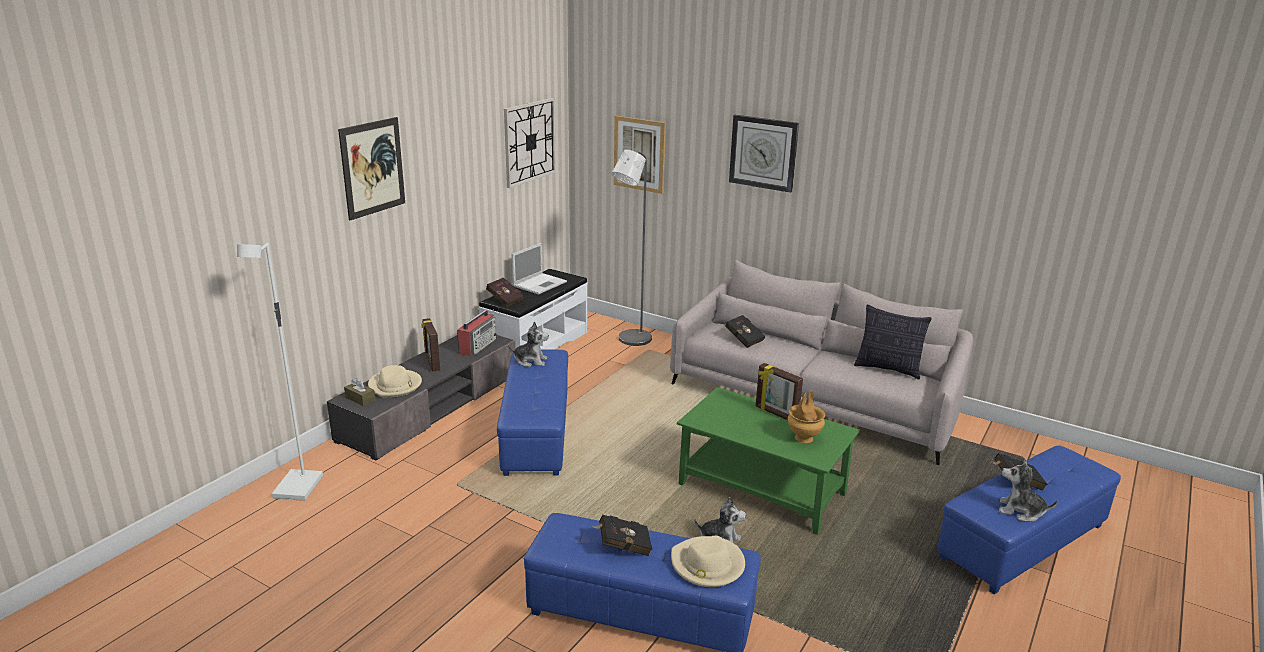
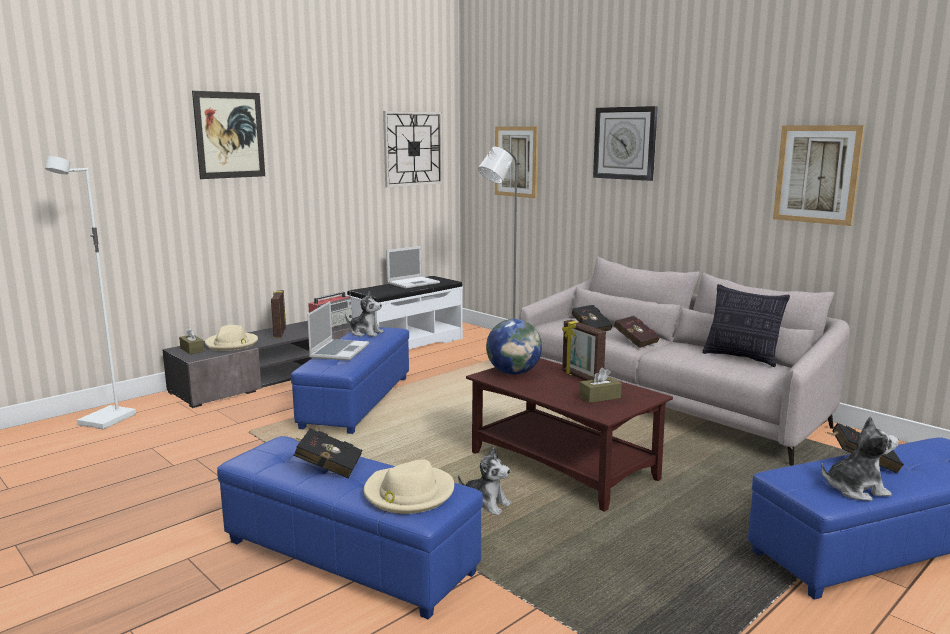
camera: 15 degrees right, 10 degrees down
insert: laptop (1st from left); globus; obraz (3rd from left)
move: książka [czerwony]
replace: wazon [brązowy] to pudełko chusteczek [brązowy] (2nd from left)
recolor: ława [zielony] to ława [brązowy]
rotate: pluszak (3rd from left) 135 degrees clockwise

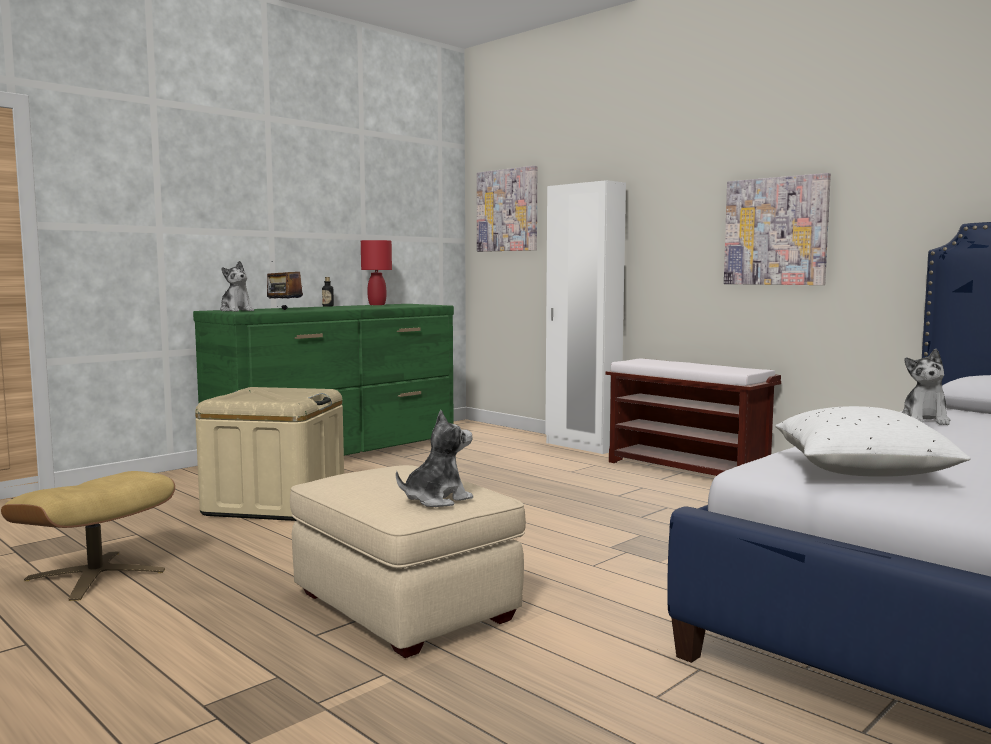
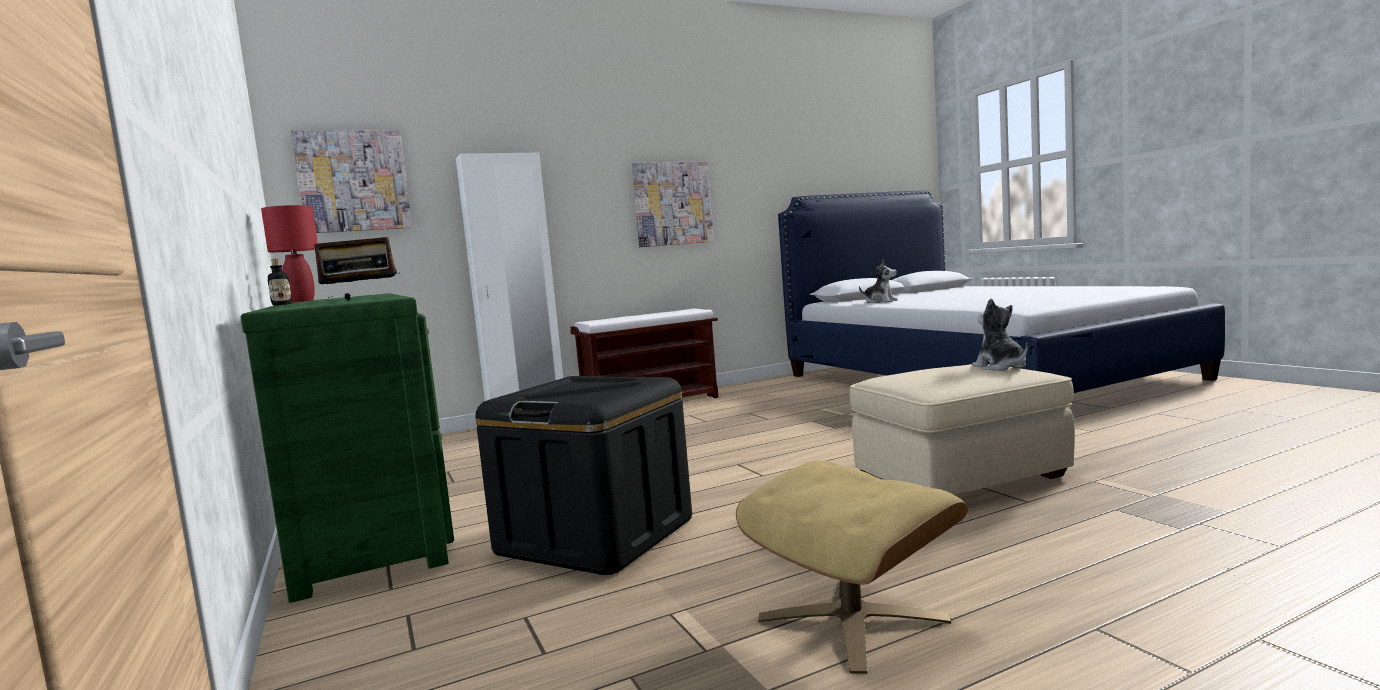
camera: 70 degrees left, 0 degrees up
delete: pluszak (1st from left); poduszka [biały]
recolor: pojemnik do przechowywania [beżowy] to pojemnik do przechowywania [czarny]

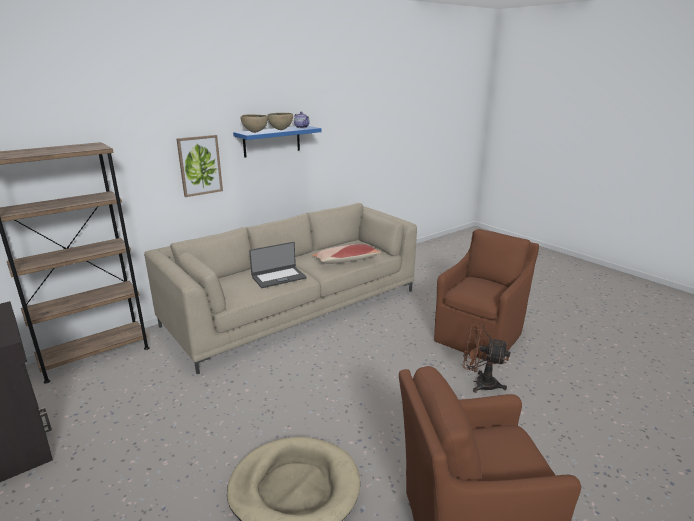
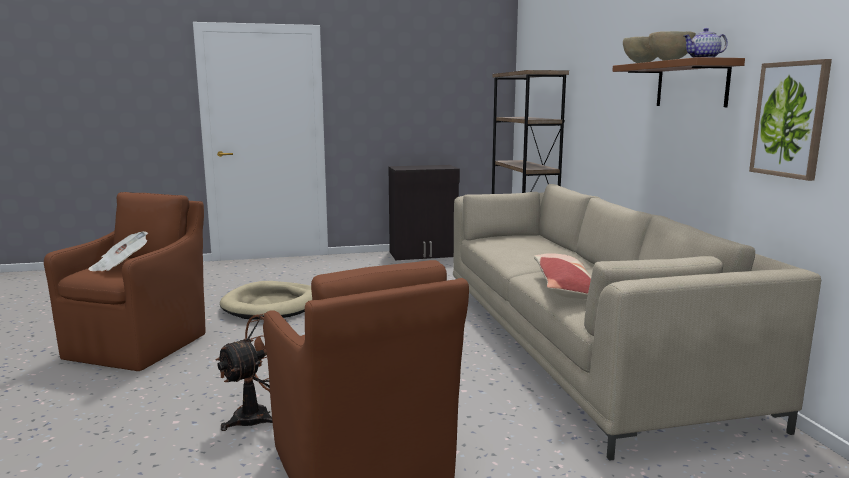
camera: 115 degrees right, 10 degrees down
delete: laptop
insert: gazeta
move: obraz
recolor: półka [niebieski] to półka [brązowy]

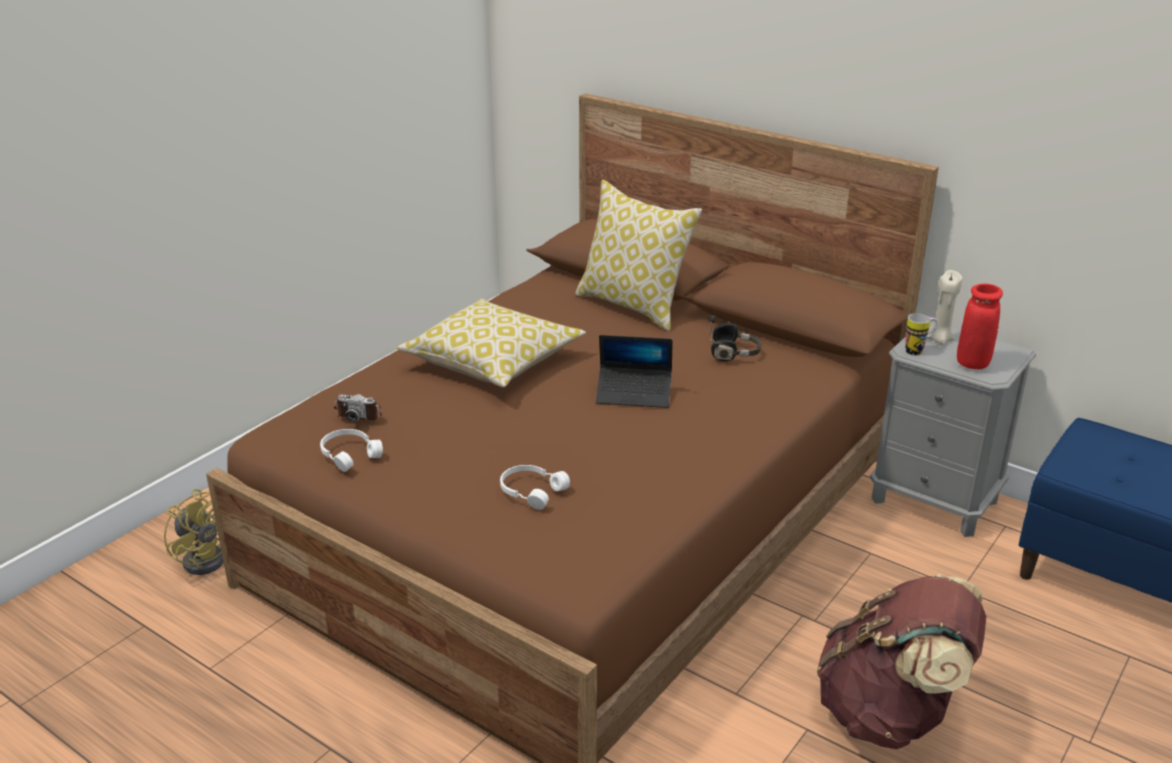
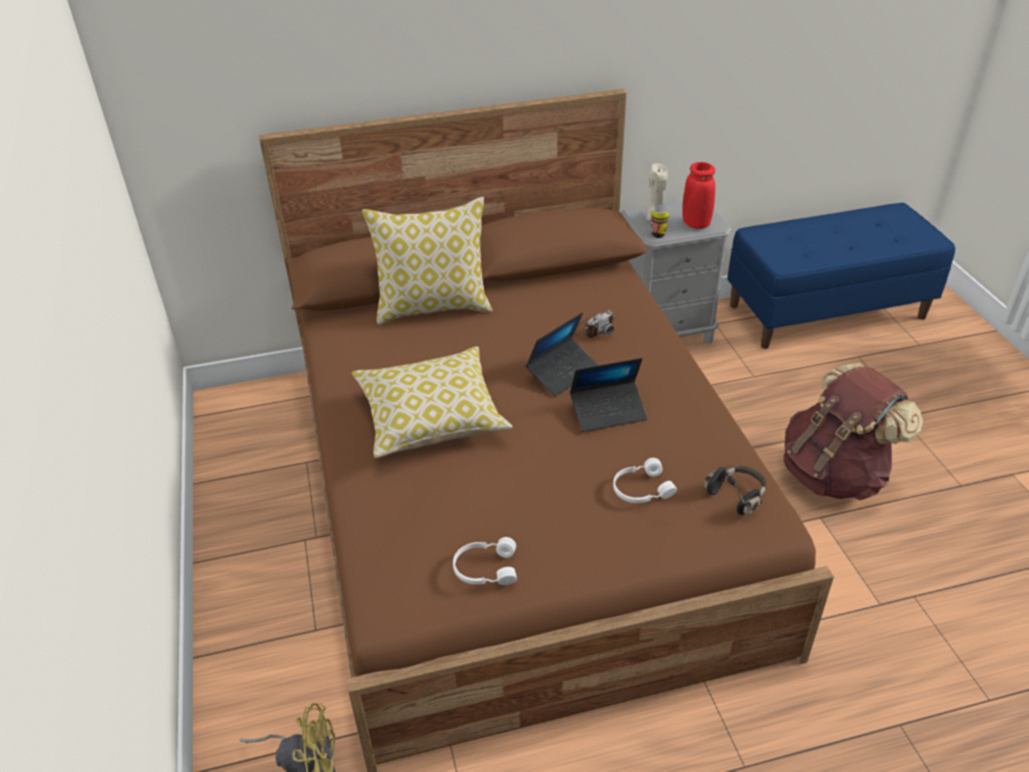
camera: 50 degrees left, 10 degrees up
insert: laptop (2nd from left)
move: aparat fotograficzny; słuchawki [czarny]

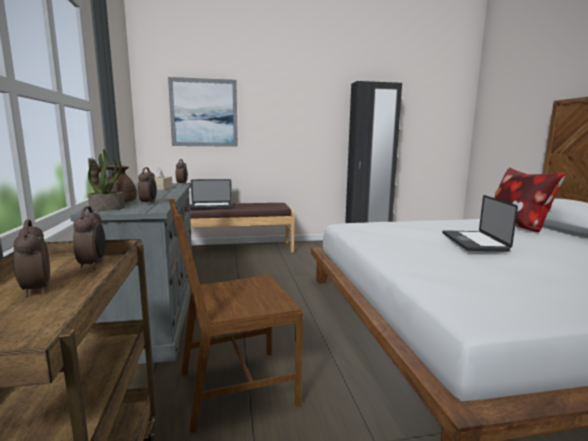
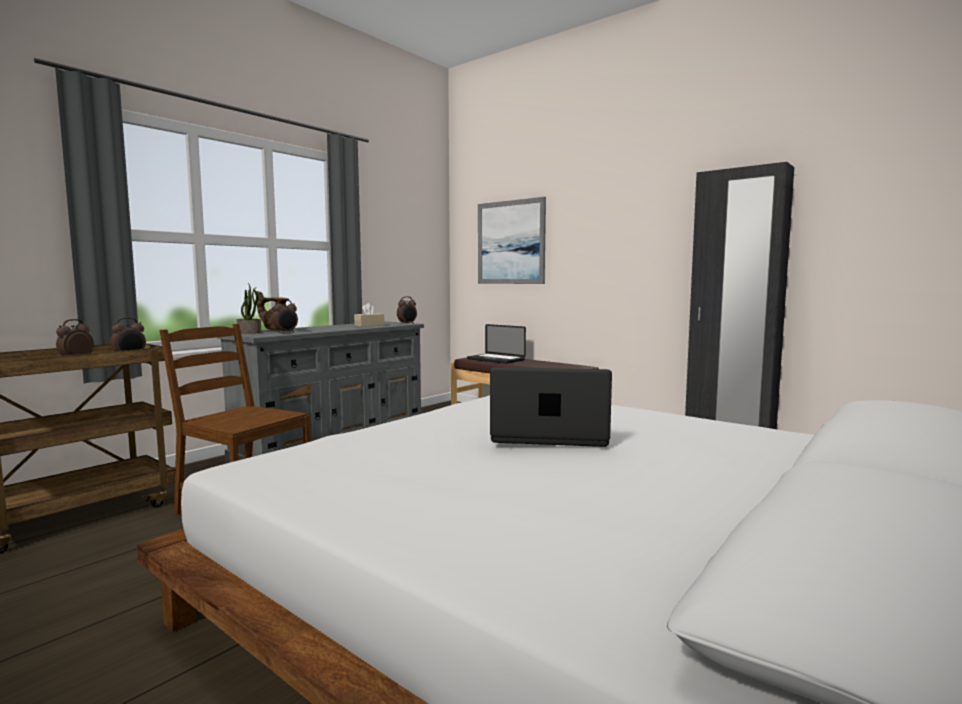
camera: 50 degrees right, 5 degrees down
delete: poduszka
rotate: laptop (2nd from left) 45 degrees clockwise

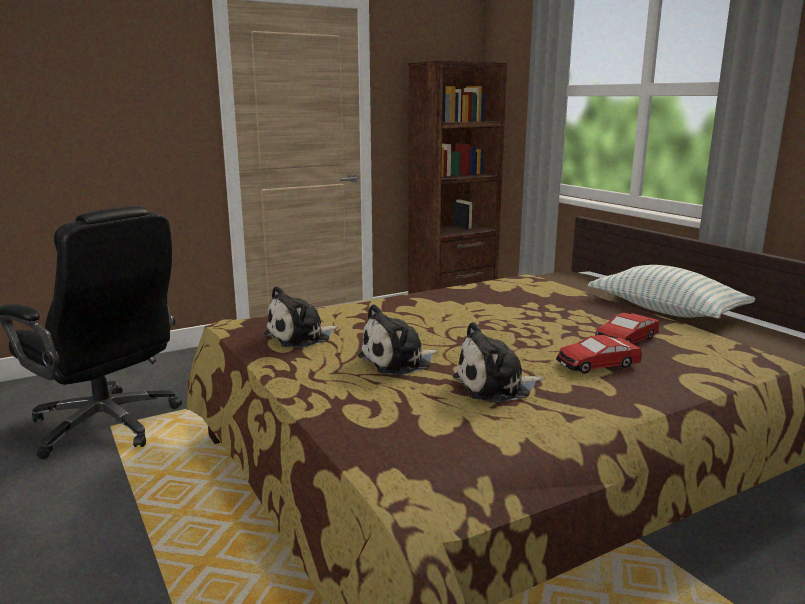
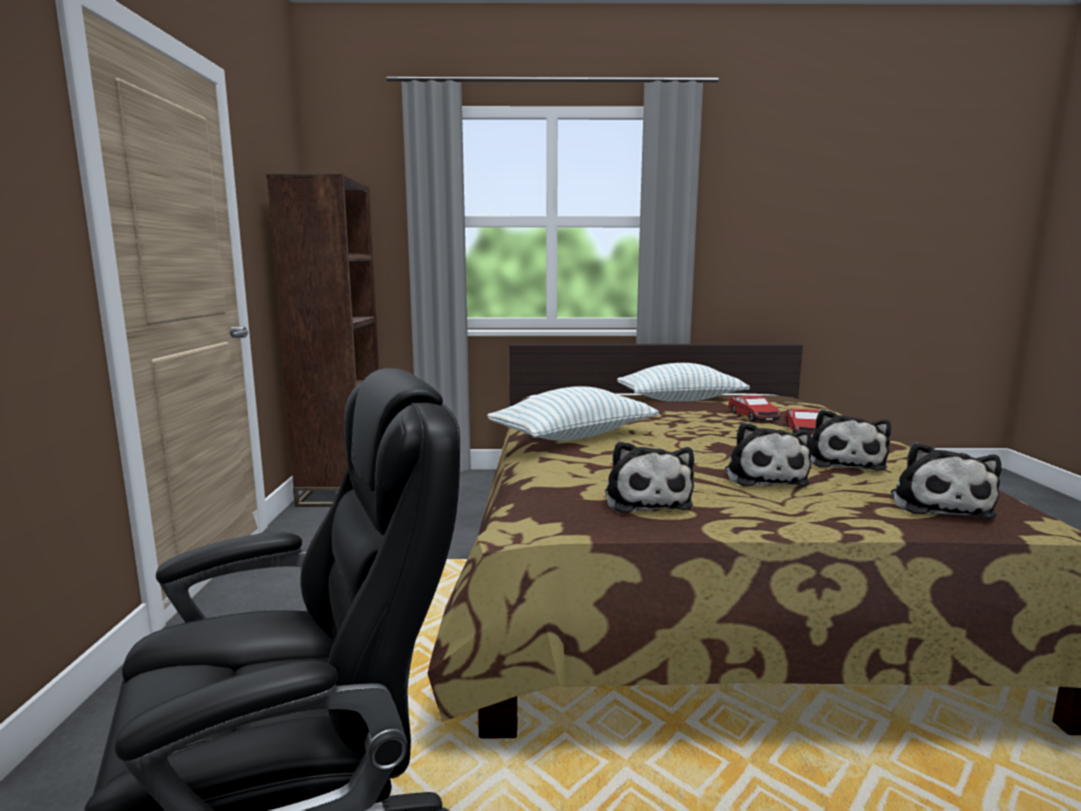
camera: 60 degrees left, 5 degrees down
insert: poduszka (1st from left); pluszak (4th from left)

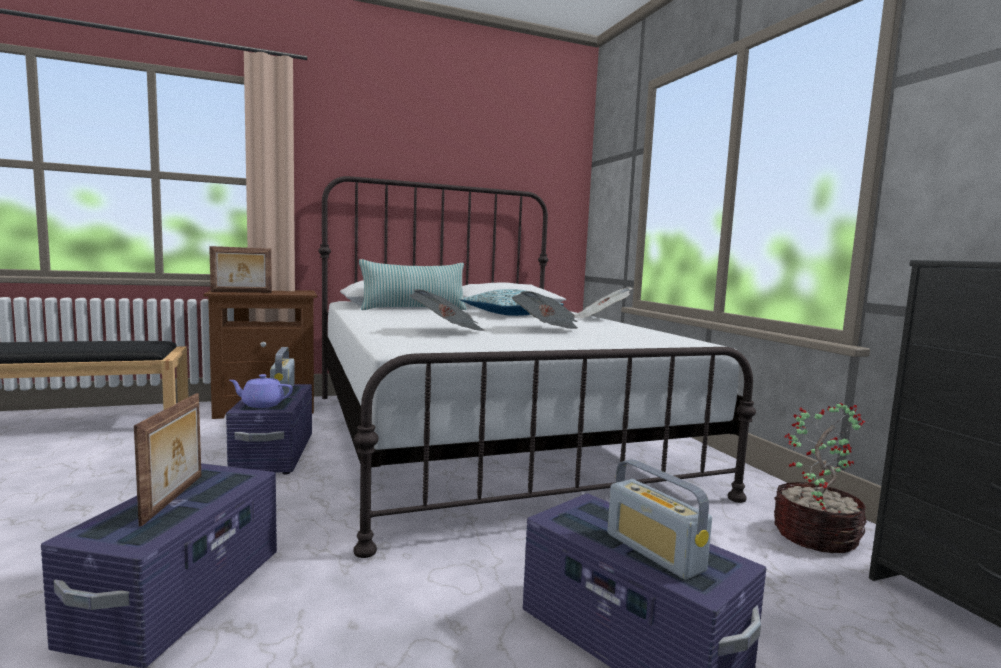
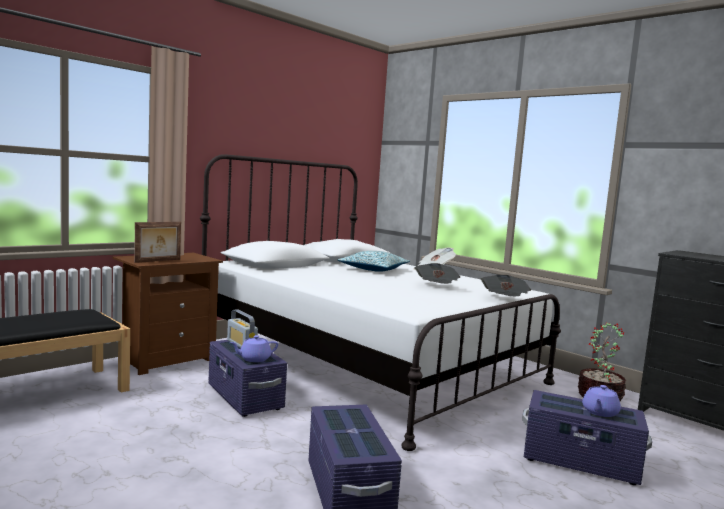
camera: 25 degrees left, 0 degrees up
delete: ramka na zdjęcie (1st from left); poduszka (1st from left)
move: gazeta (1st from left in the first image) to gazeta (3rd from left)
replace: radio (2nd from left) to imbryk [fioletowy] (2nd from left)

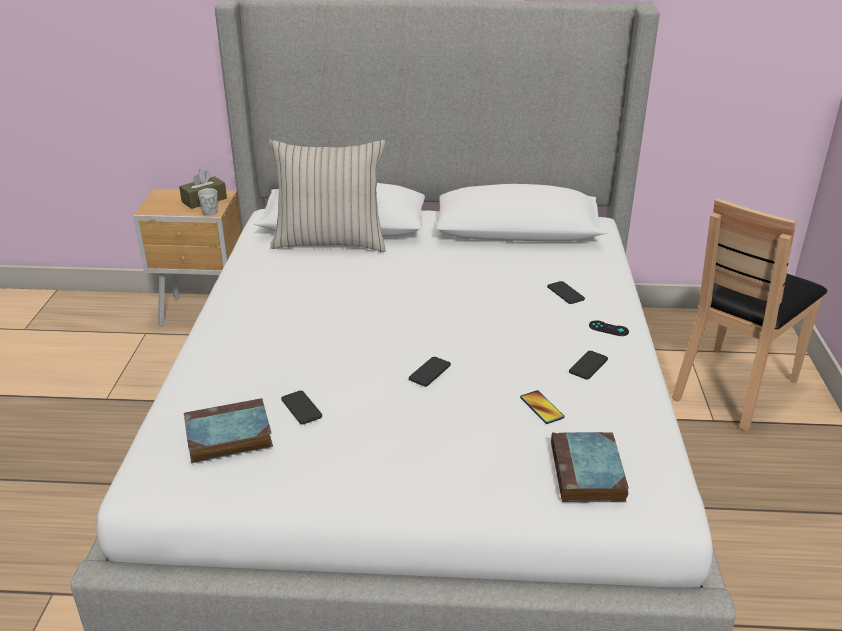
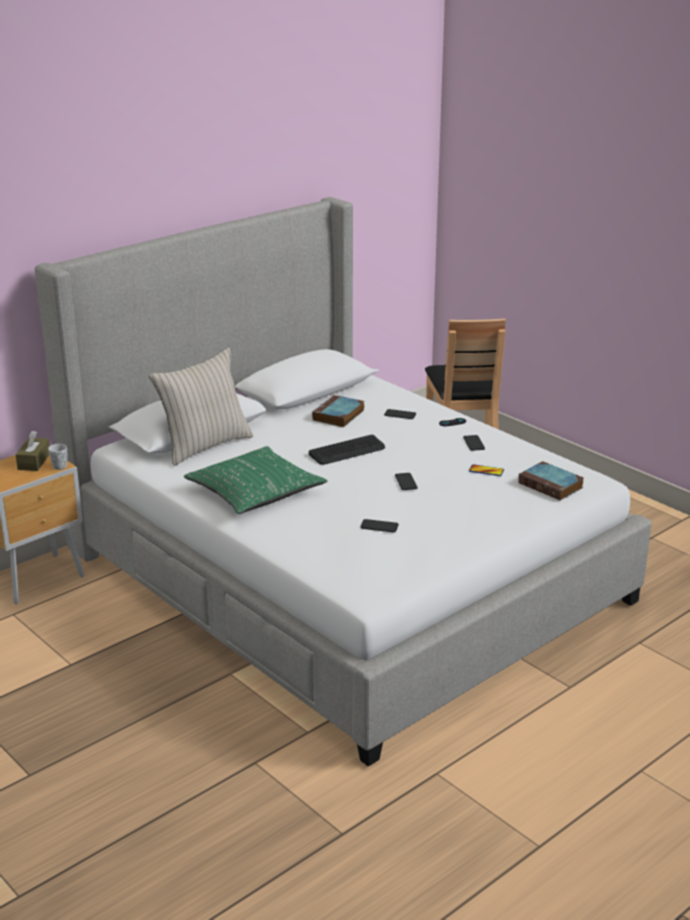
camera: 45 degrees left, 5 degrees down
insert: poduszka [zielony]; klawiatura
move: książka (1st from left)

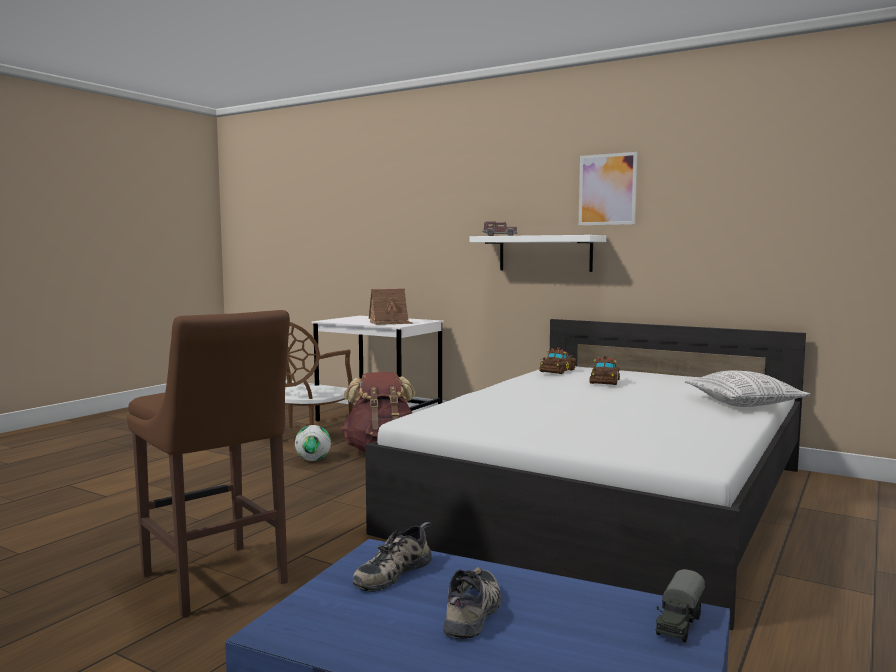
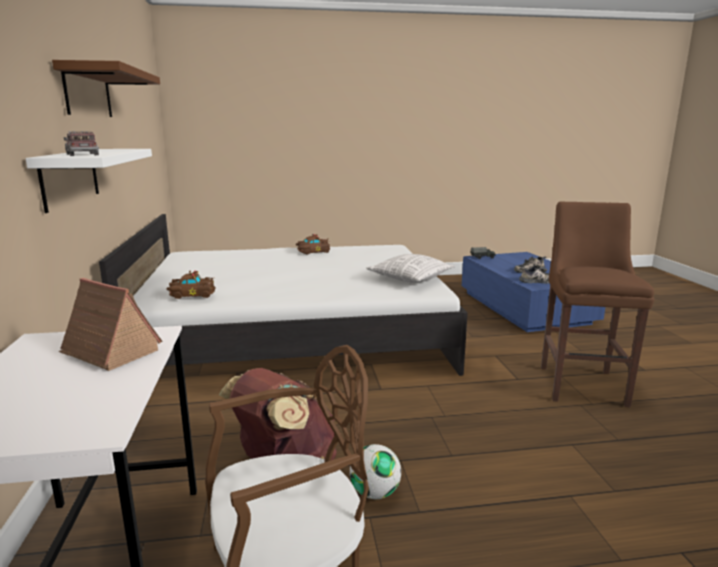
camera: 130 degrees left, 10 degrees up
move: samochodzik [brązowy] (2nd from left); poduszka
replace: obraz to półka [brązowy]

